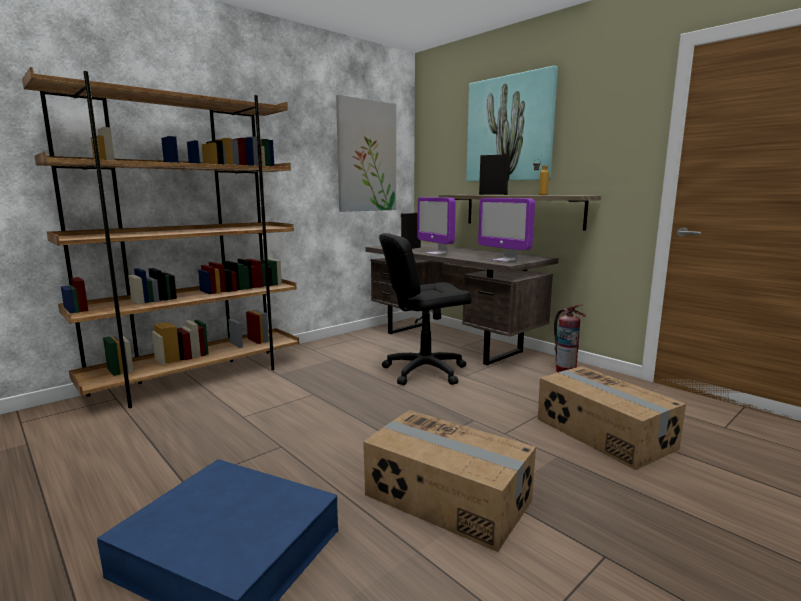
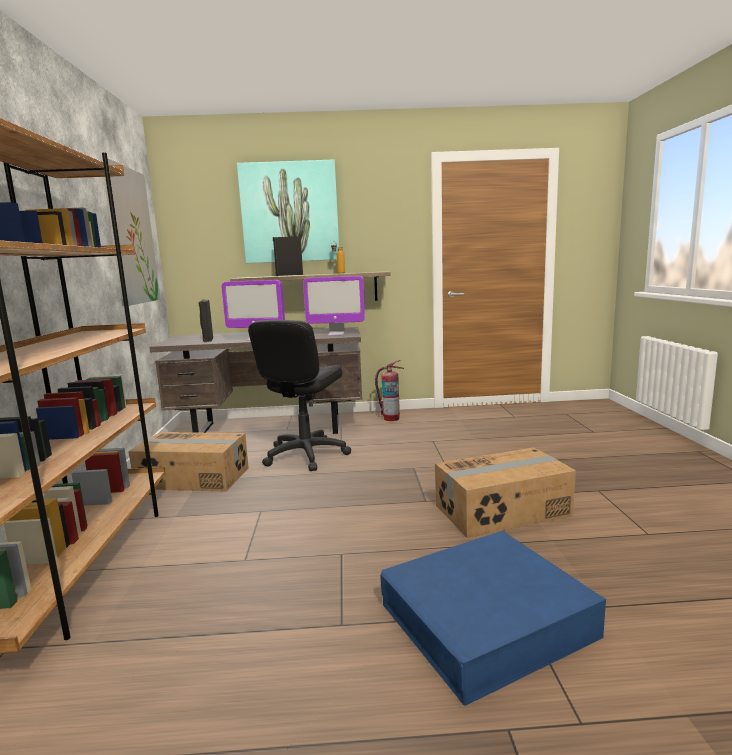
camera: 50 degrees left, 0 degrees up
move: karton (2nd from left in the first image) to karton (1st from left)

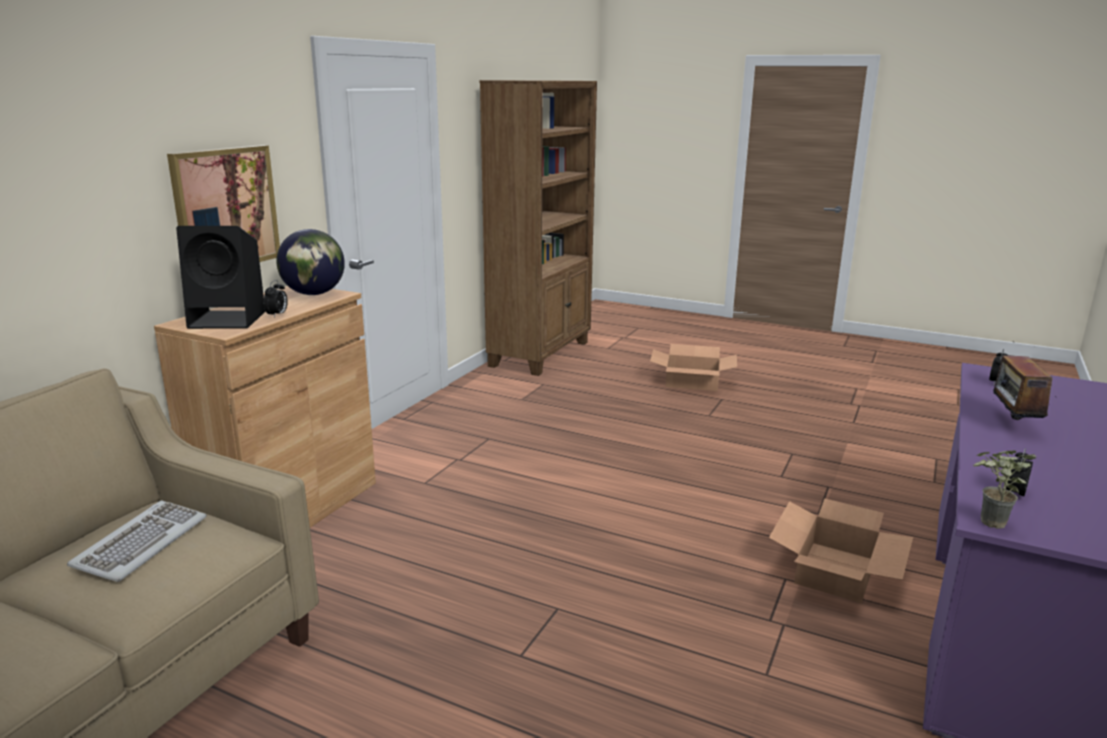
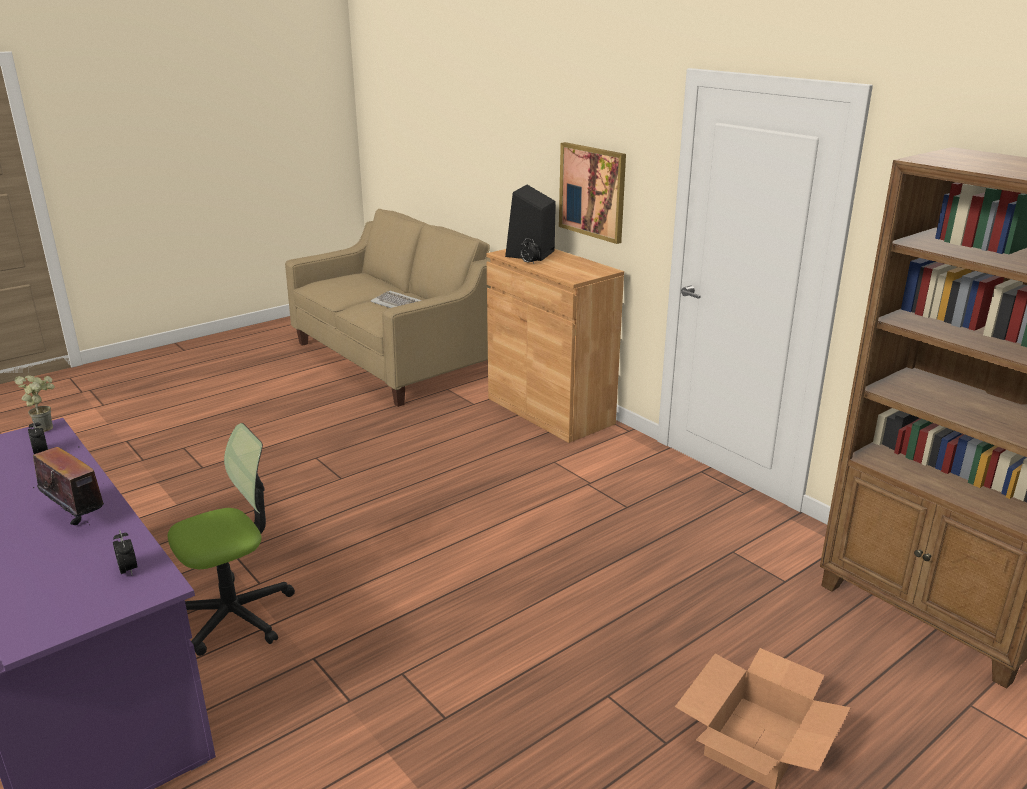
camera: 115 degrees right, 5 degrees up
delete: globus
replace: karton (2nd from left) to krzesło biurowe

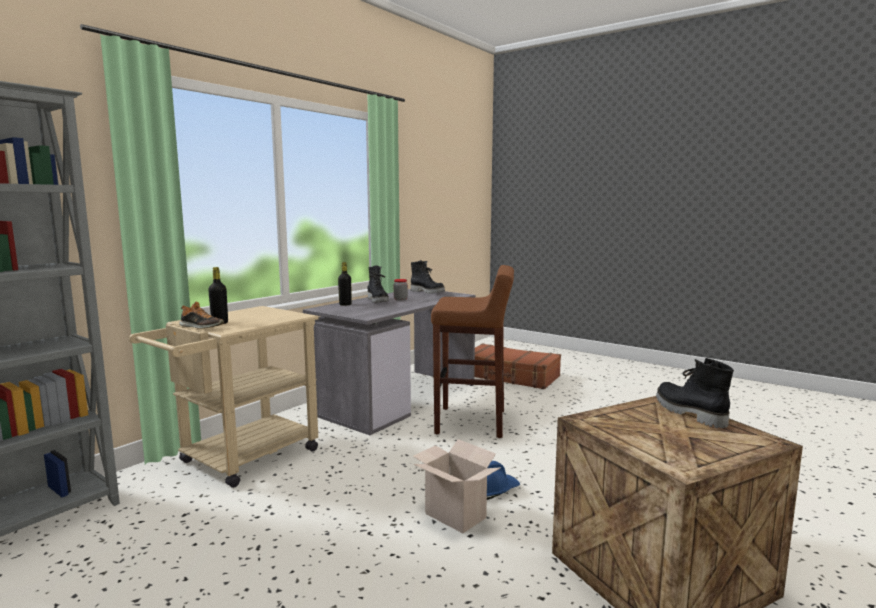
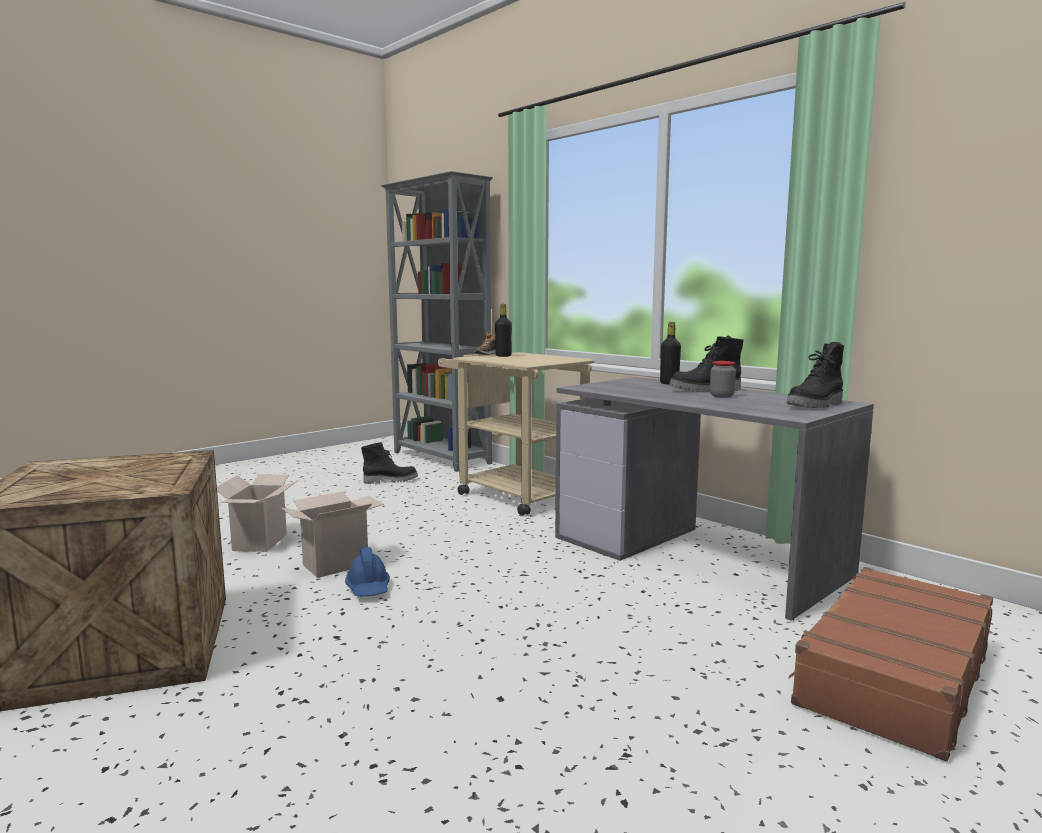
camera: 100 degrees right, 0 degrees up
delete: stołek [brązowy]
insert: karton (1st from left)
move: but z cholewką [czarny] (3rd from left in the first image) to but z cholewką [czarny] (1st from left)

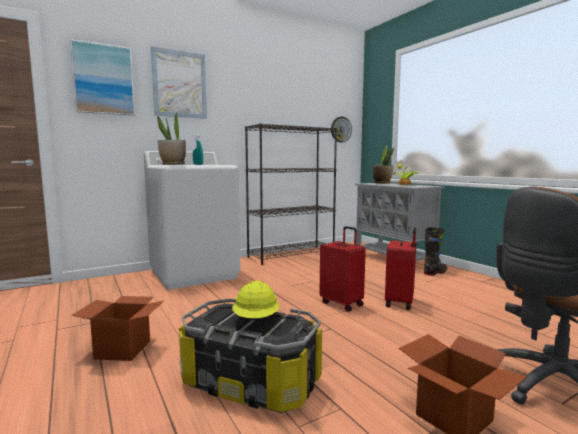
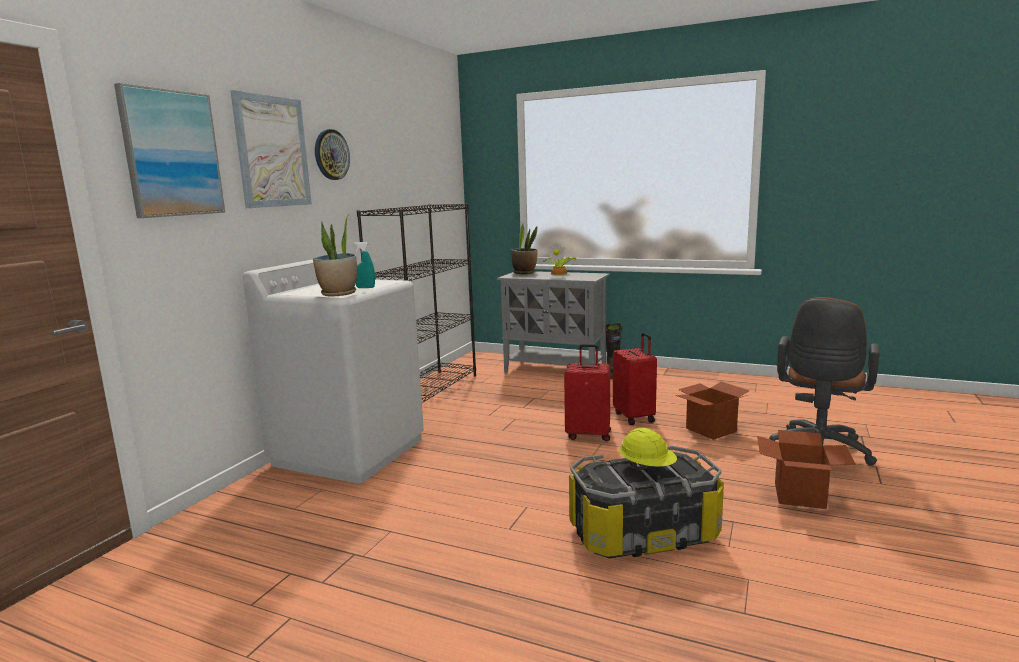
camera: 35 degrees left, 5 degrees up
move: karton (1st from left); zegar ścienny

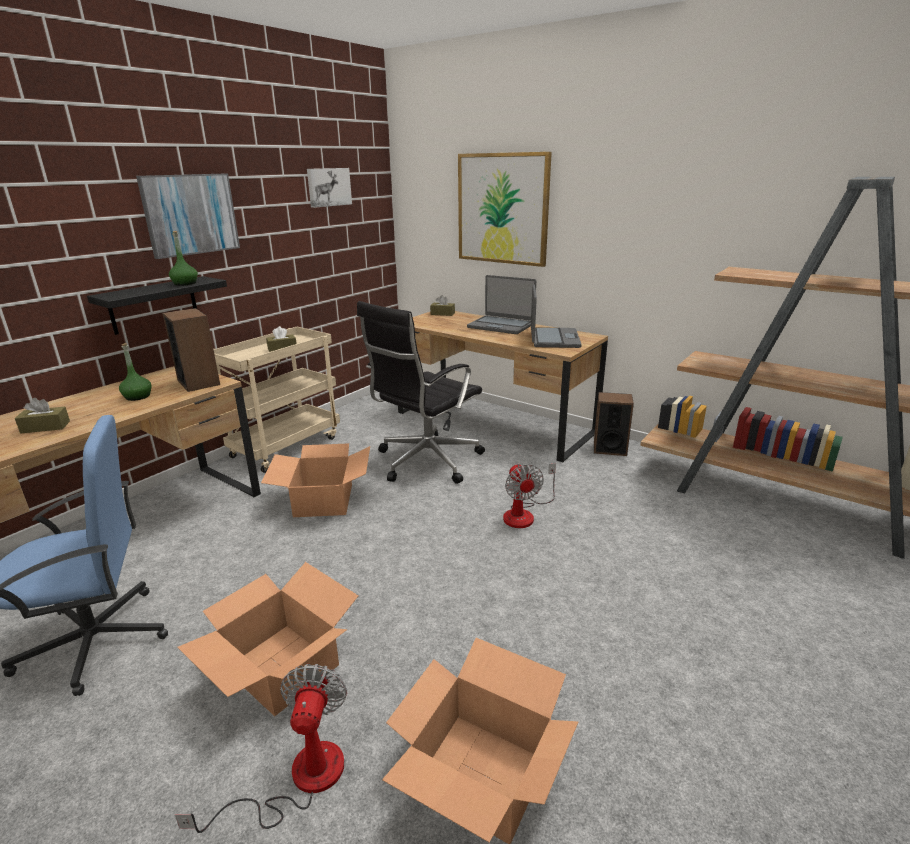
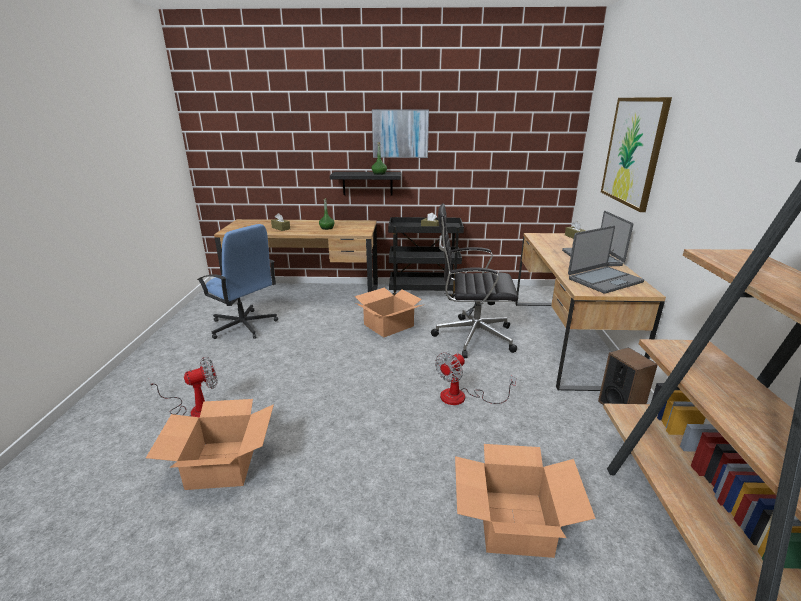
camera: 55 degrees right, 0 degrees up
delete: głośnik (1st from left); obraz (2nd from left)
move: karton (1st from left in the first image) to karton (3rd from left)
recolor: wózek [beżowy] to wózek [czarny]

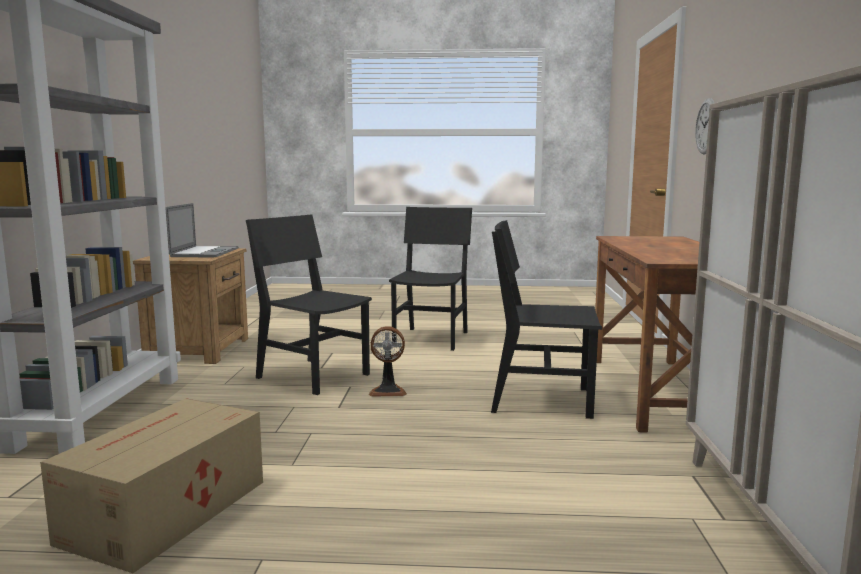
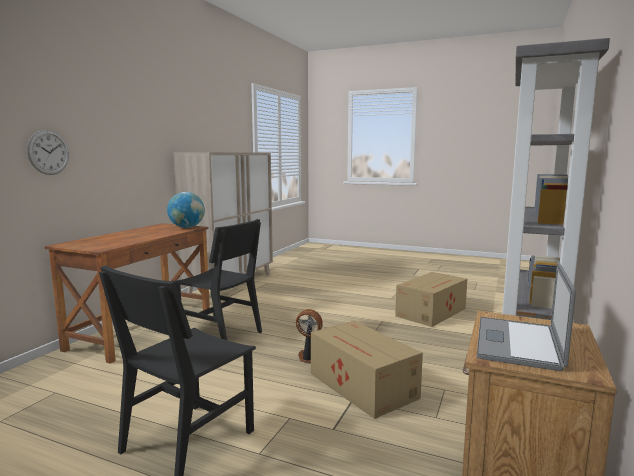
camera: 160 degrees left, 0 degrees up
insert: globus
replace: krzesło [czarny] (1st from left) to karton (1st from left)

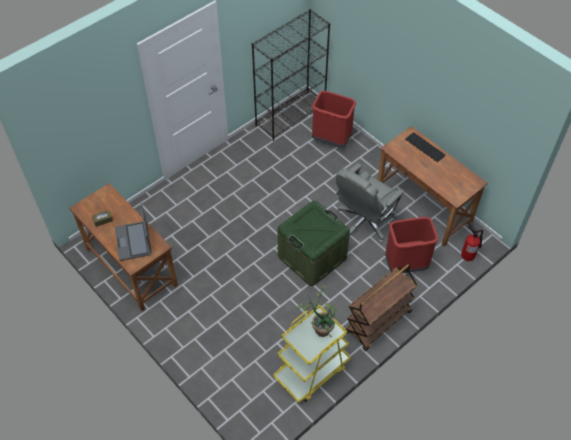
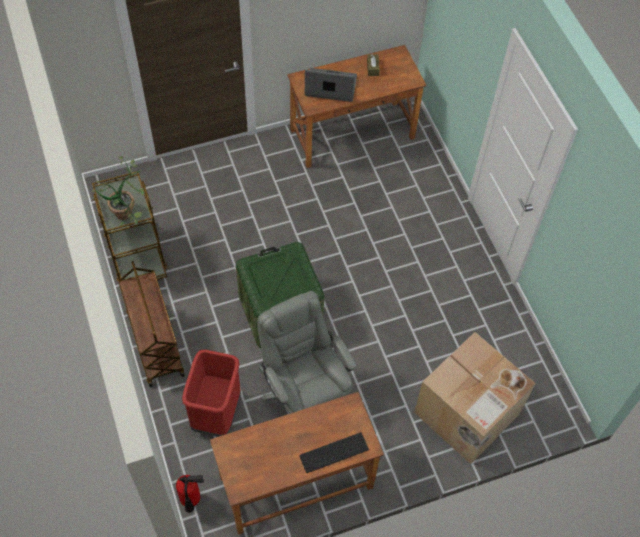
camera: 110 degrees right, 5 degrees up
delete: regał [czarny]
replace: kosz na śmieci [czerwony] (1st from left) to karton
recolor: wózek [żółty] to wózek [brązowy] (1st from left)

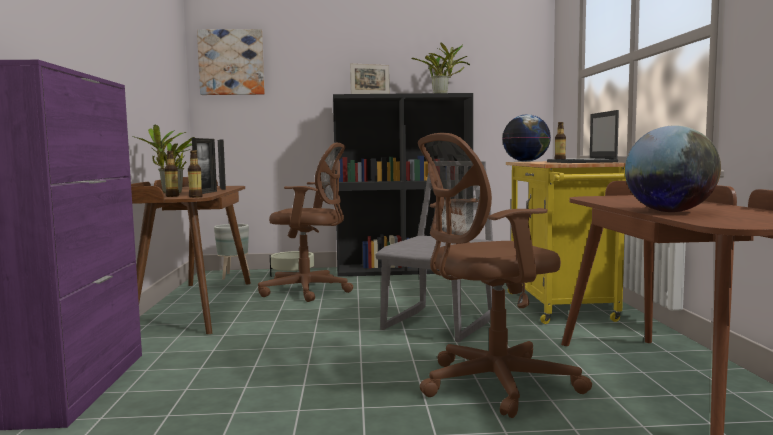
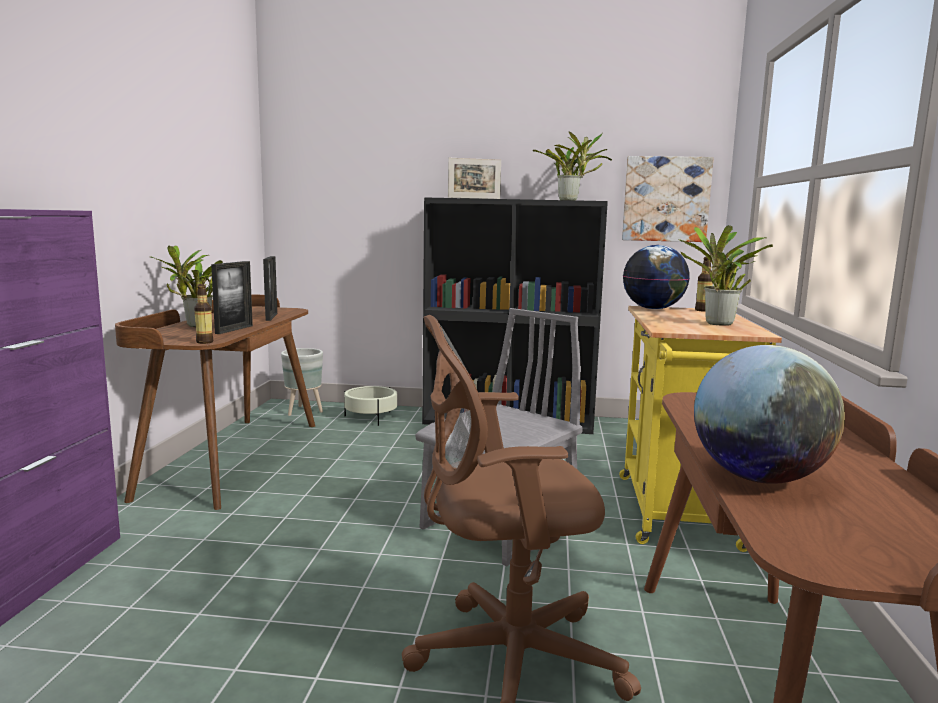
camera: 10 degrees right, 5 degrees up
delete: butelka (1st from left); krzesło biurowe [brązowy] (1st from left)
move: obraz
replace: laptop to roślina doniczkowa (3rd from left)

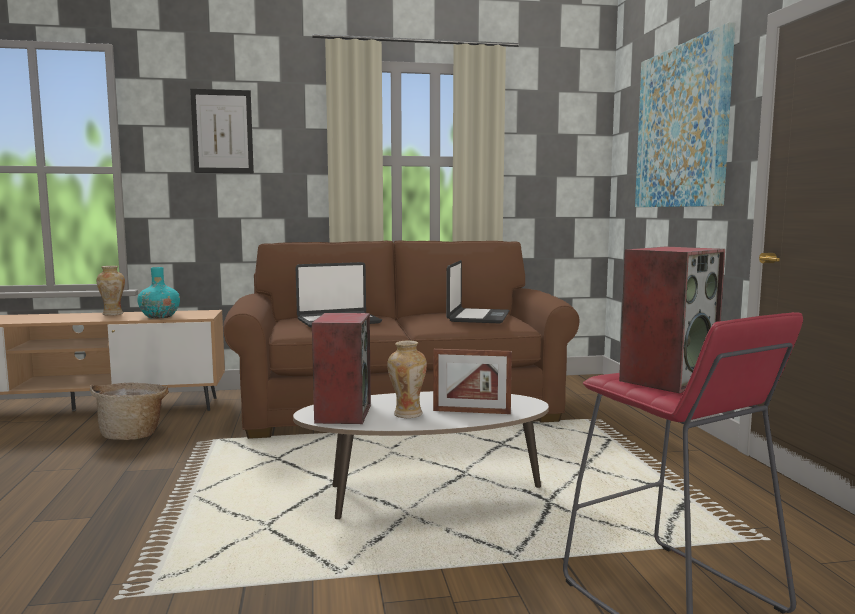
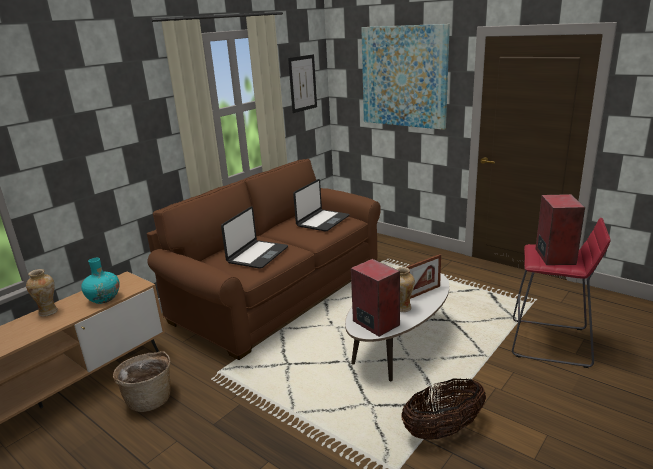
camera: 40 degrees left, 15 degrees up
insert: koszyk (2nd from left)
move: obraz (1st from left)
rotate: laptop (2nd from left) 60 degrees clockwise

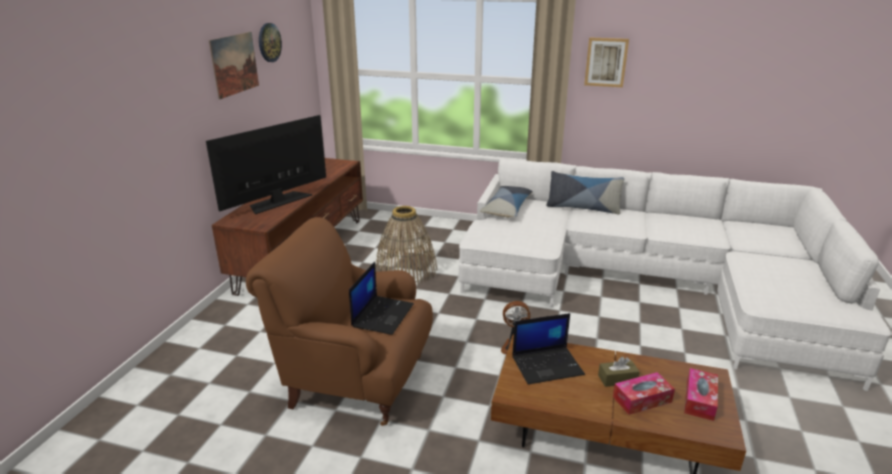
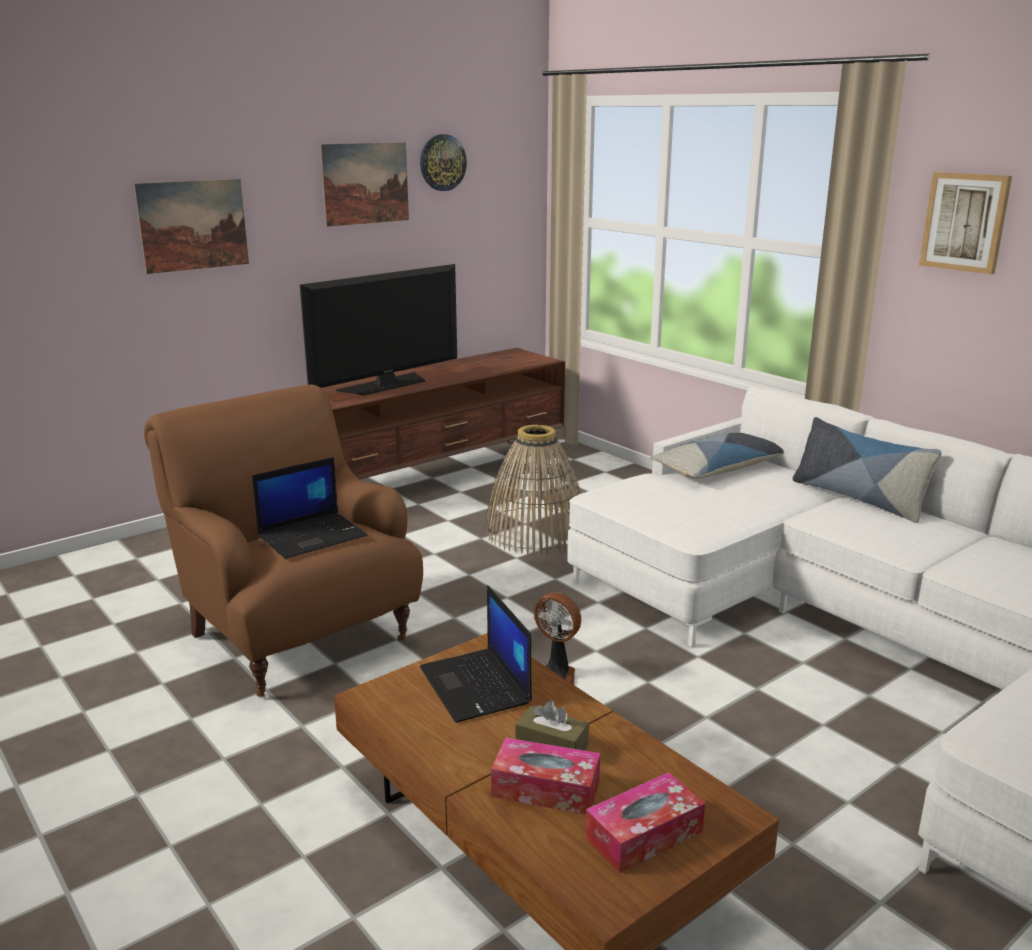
camera: 35 degrees right, 5 degrees down
insert: obraz (1st from left)
rotate: telewizor 150 degrees clockwise; laptop (2nd from left) 45 degrees clockwise

